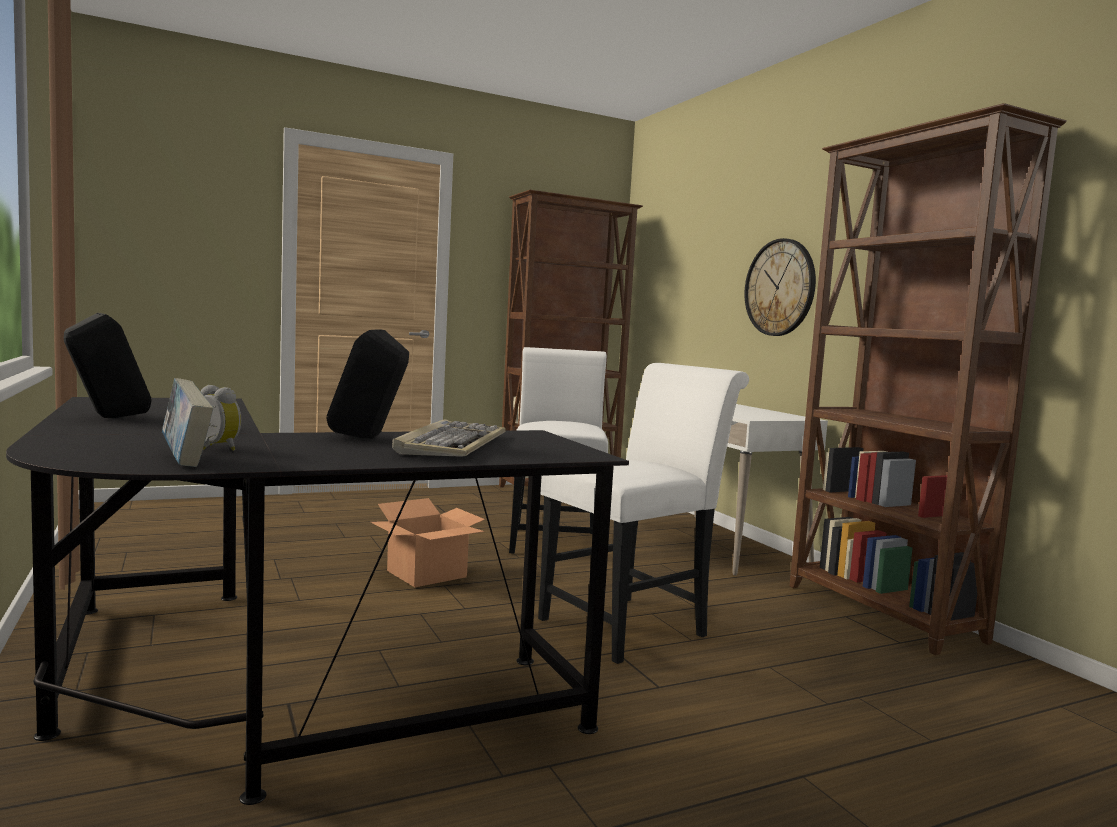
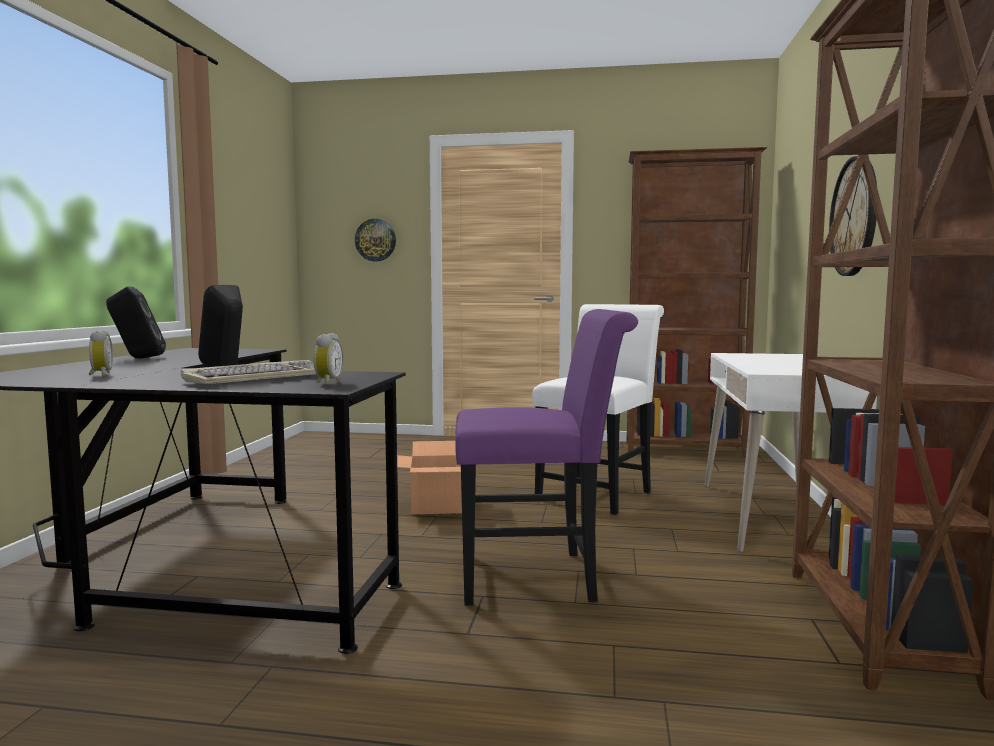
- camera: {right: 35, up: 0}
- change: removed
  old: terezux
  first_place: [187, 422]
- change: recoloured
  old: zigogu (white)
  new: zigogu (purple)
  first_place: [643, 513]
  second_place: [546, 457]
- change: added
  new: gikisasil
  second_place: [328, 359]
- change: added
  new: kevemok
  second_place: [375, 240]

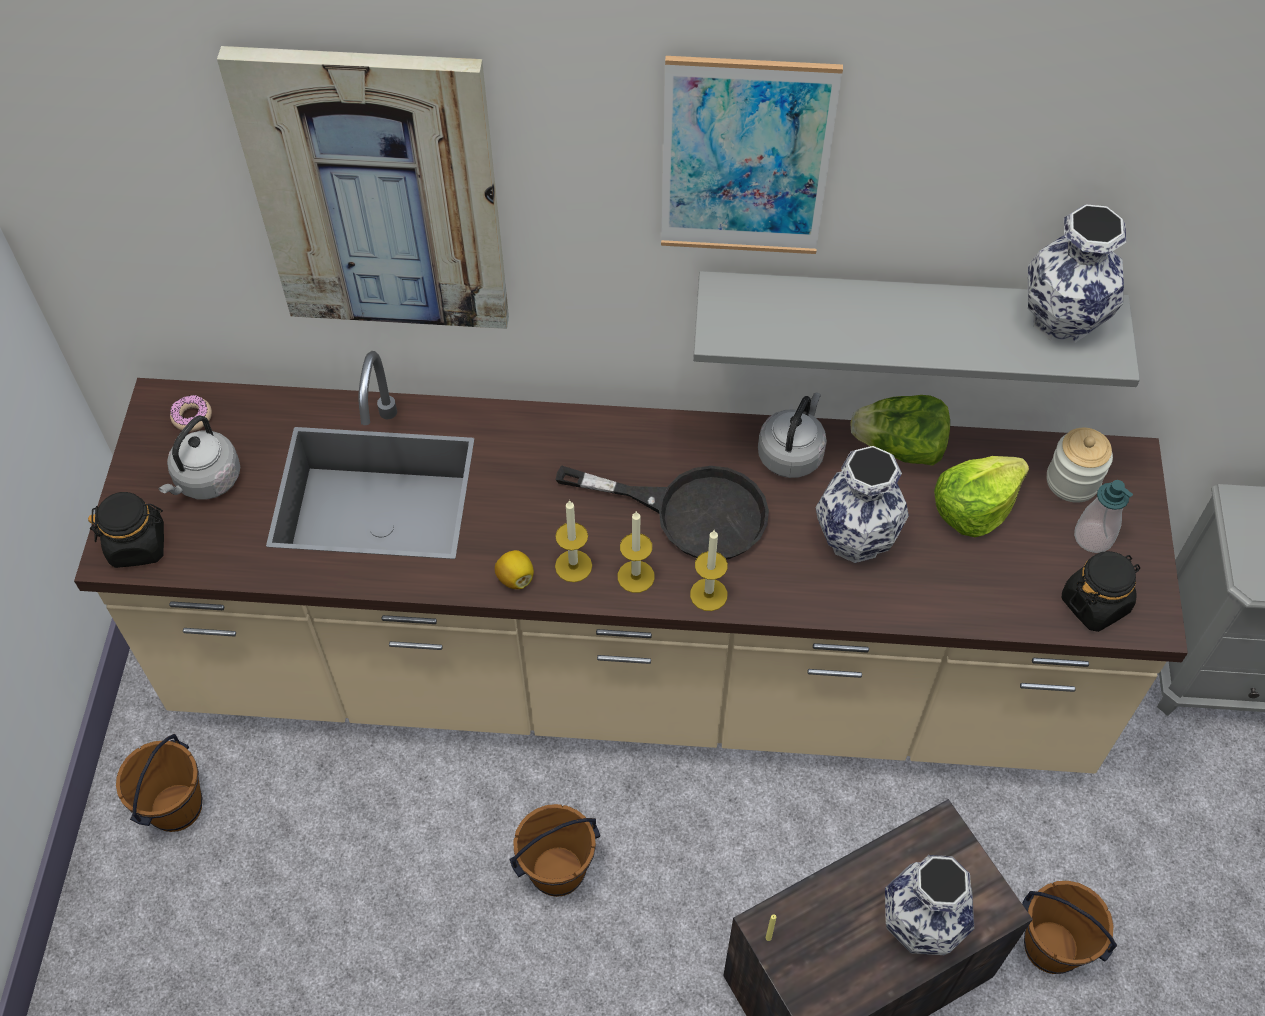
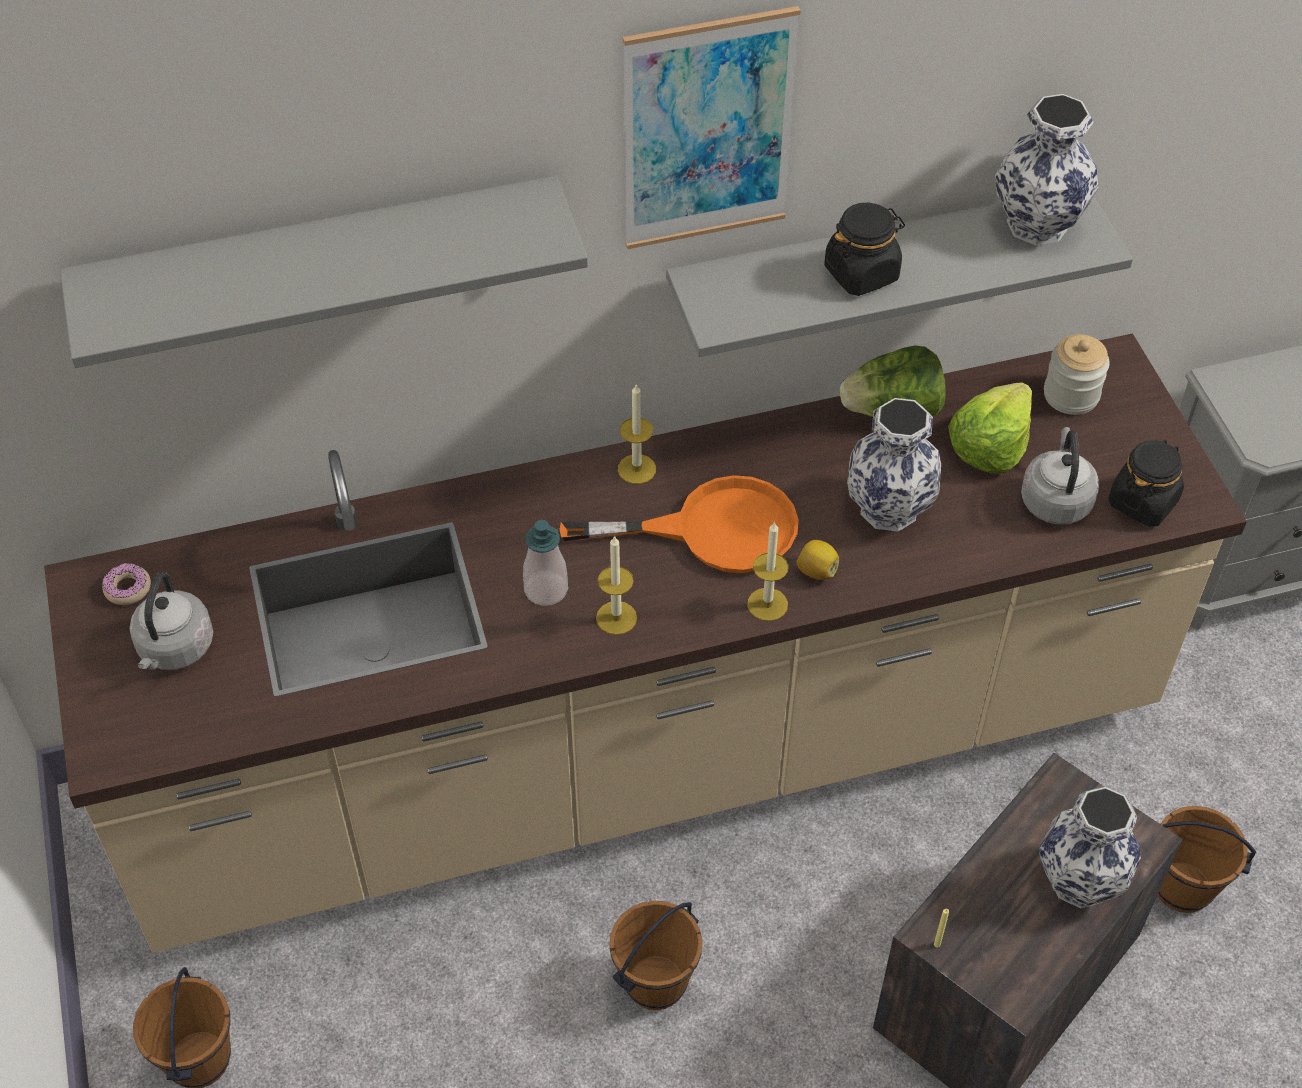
- camera: {right: -20, up: -5}
- change: moved
  old: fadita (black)
  first_place: [126, 530]
  second_place: [864, 249]
- change: replaced
  old: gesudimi
  new: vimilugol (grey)
  first_place: [363, 187]
  second_place: [324, 271]
- change: moved
  old: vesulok
  first_place: [514, 569]
  second_place: [818, 560]
- change: recoloured
  old: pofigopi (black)
  new: pofigopi (orange)
  first_place: [662, 512]
  second_place: [679, 524]
- change: moved
  old: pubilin
  first_place: [636, 552]
  second_place: [637, 434]
- change: moved
  old: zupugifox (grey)
  first_place: [792, 435]
  second_place: [1060, 476]
- change: moved
  old: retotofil
  first_place: [1103, 516]
  second_place: [545, 563]

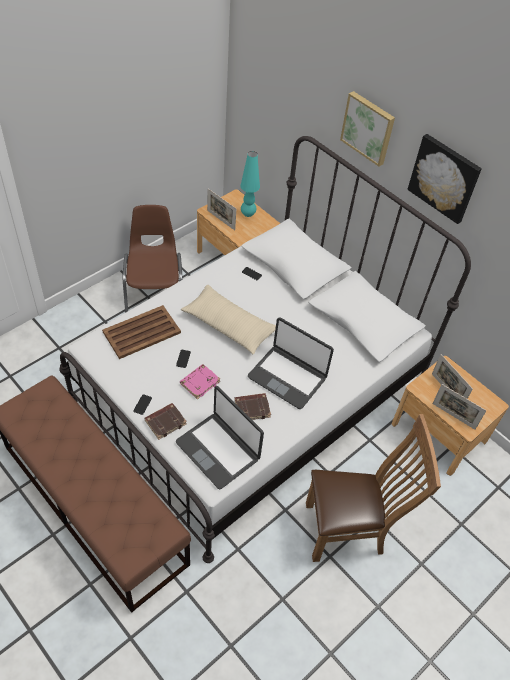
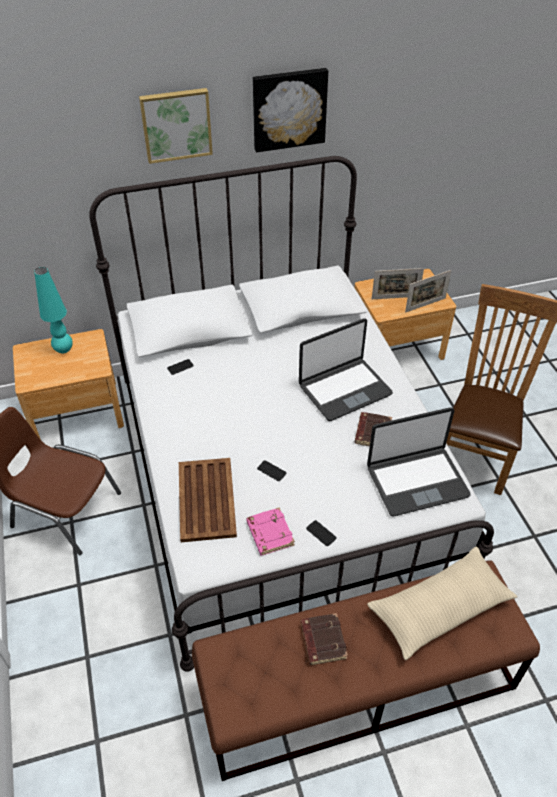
- camera: {right: -60, up: -5}
- change: moved
  old: terezux (brown)
  first_place: [165, 421]
  second_place: [324, 639]
- change: moved
  old: terezux (pink)
  first_place: [200, 381]
  second_place: [270, 531]
- change: moved
  old: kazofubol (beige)
  first_place: [228, 320]
  second_place: [442, 603]
- change: removed
  old: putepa
  first_place: [221, 209]

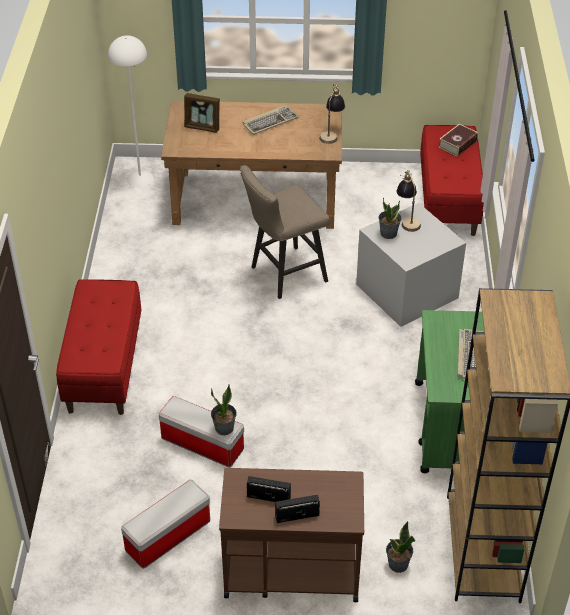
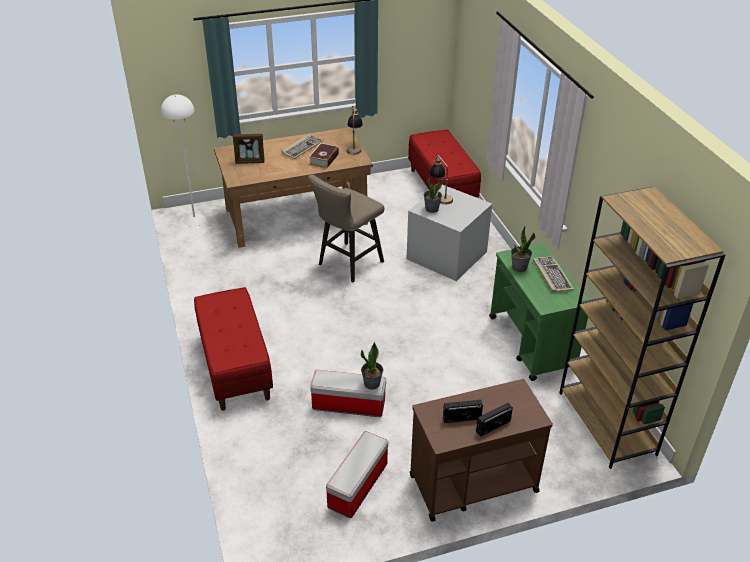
- camera: {right: -20, up: -5}
- change: moved
  old: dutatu
  first_place: [400, 547]
  second_place: [523, 249]
- change: moved
  old: terezux
  first_place: [458, 140]
  second_place: [324, 155]

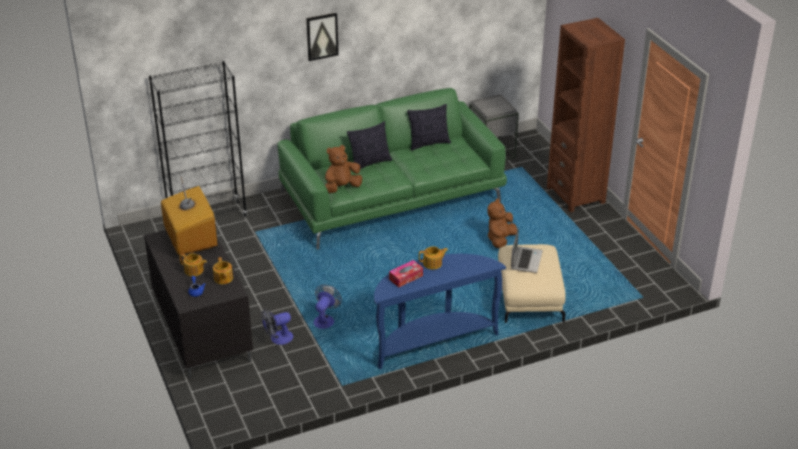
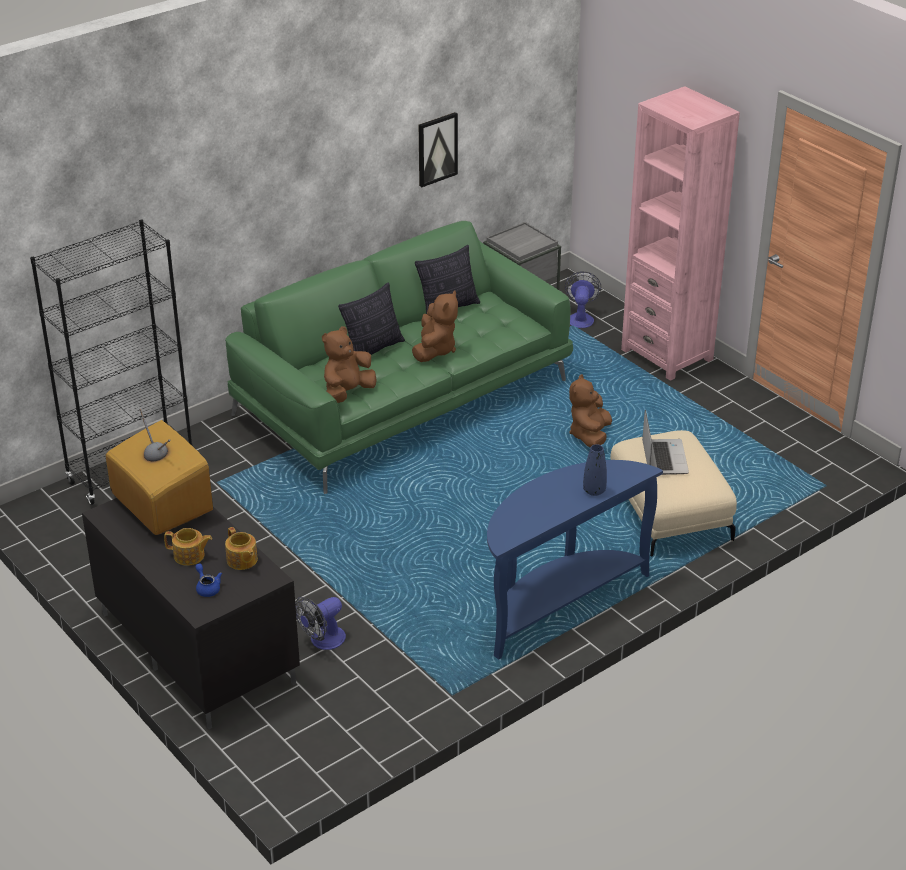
- camera: {right: -15, up: 0}
- change: moved
  old: gesudimi
  first_place: [322, 37]
  second_place: [438, 149]
- change: moved
  old: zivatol
  first_place: [328, 307]
  second_place: [583, 299]
- change: removed
  old: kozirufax
  first_place: [406, 273]
- change: removed
  old: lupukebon
  first_place: [433, 258]
- change: recoloured
  old: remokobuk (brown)
  new: remokobuk (pink)
  first_place: [586, 115]
  second_place: [680, 233]
- change: added
  new: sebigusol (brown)
  second_place: [435, 326]
- change: added
  new: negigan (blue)
  second_place: [595, 470]

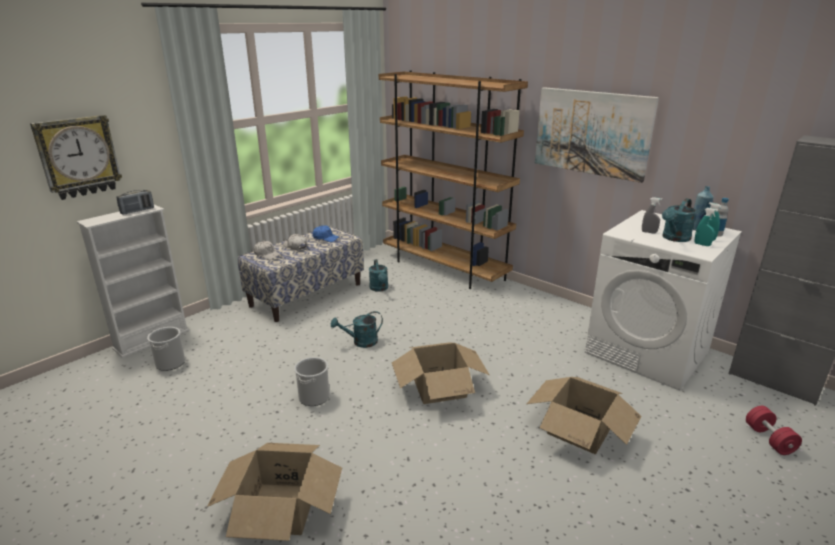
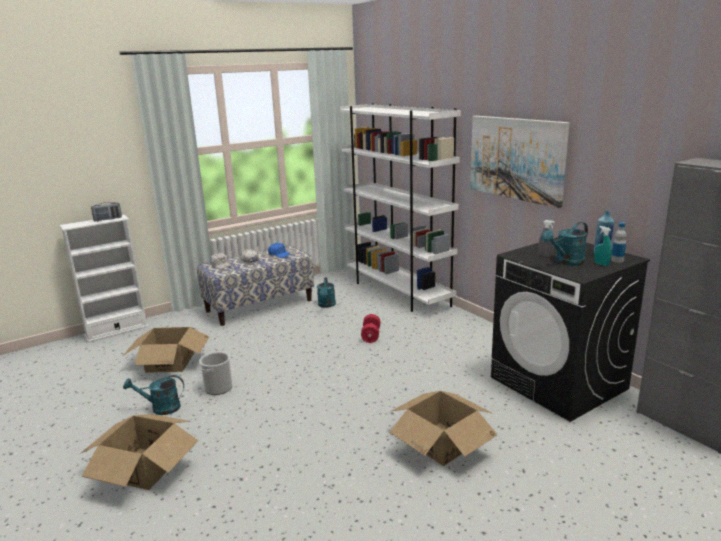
- camera: {right: 15, up: -5}
- change: removed
  old: kevemok
  first_place: [76, 157]
- change: removed
  old: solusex
  first_place: [166, 349]
- change: moved
  old: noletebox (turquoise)
  first_place: [357, 329]
  second_place: [153, 395]
- change: recoloured
  old: remokobuk (brown)
  new: remokobuk (white)
  first_place: [453, 180]
  second_place: [400, 207]
- change: moved
  old: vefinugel
  first_place: [440, 373]
  second_place: [166, 350]
- change: recoloured
  old: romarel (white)
  new: romarel (black)
  first_place: [663, 300]
  second_place: [570, 329]
- change: removed
  old: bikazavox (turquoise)
  first_place: [706, 227]
- change: moved
  old: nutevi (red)
  first_place: [774, 430]
  second_place: [370, 328]

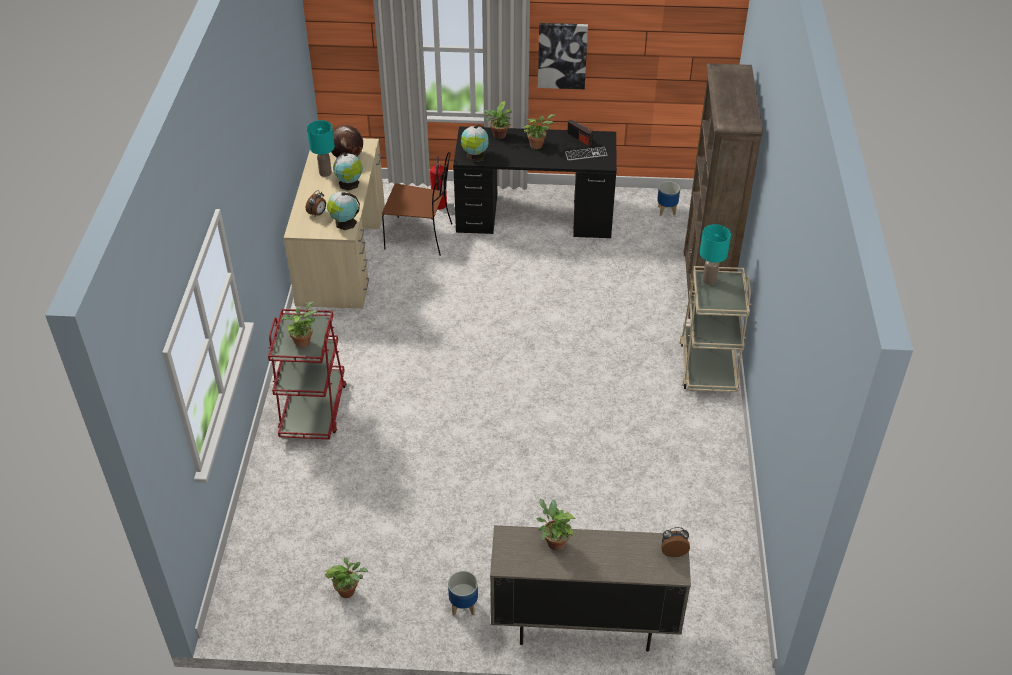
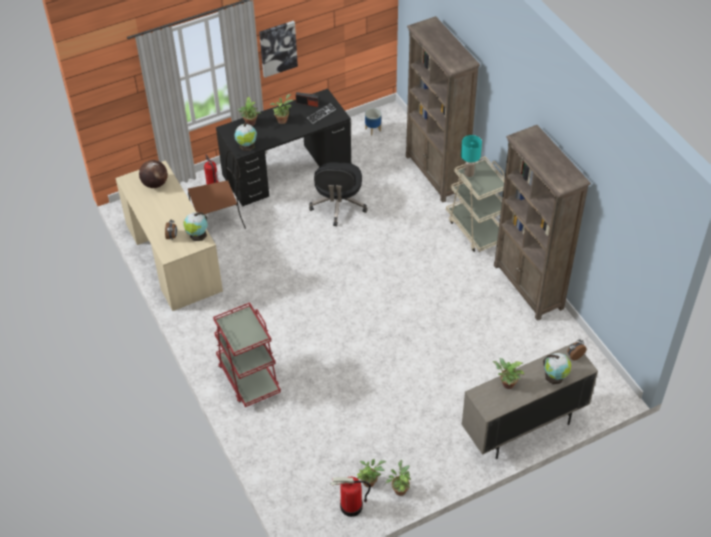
- camera: {right: -30, up: 5}
- change: moved
  old: dutatu
  first_place: [299, 324]
  second_place: [398, 478]
- change: removed
  old: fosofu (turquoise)
  first_place: [321, 148]
- change: moved
  old: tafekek
  first_place: [348, 171]
  second_place: [557, 368]
- change: removed
  old: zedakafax
  first_place: [463, 593]
- change: added
  new: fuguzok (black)
  second_place: [338, 194]
- change: added
  new: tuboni
  second_place: [350, 497]
- change: added
  new: remokobuk (brown)
  second_place: [542, 223]

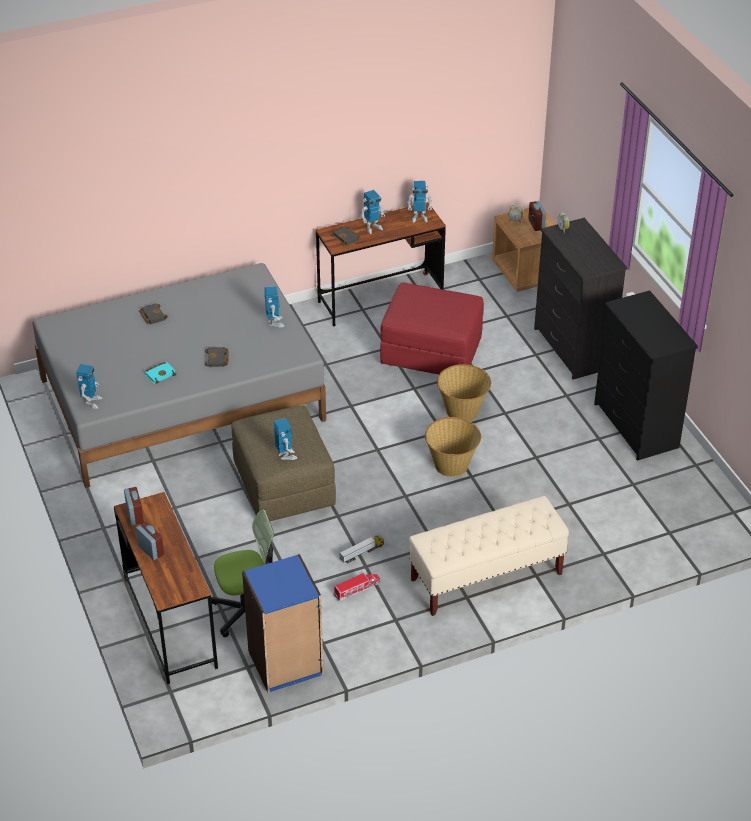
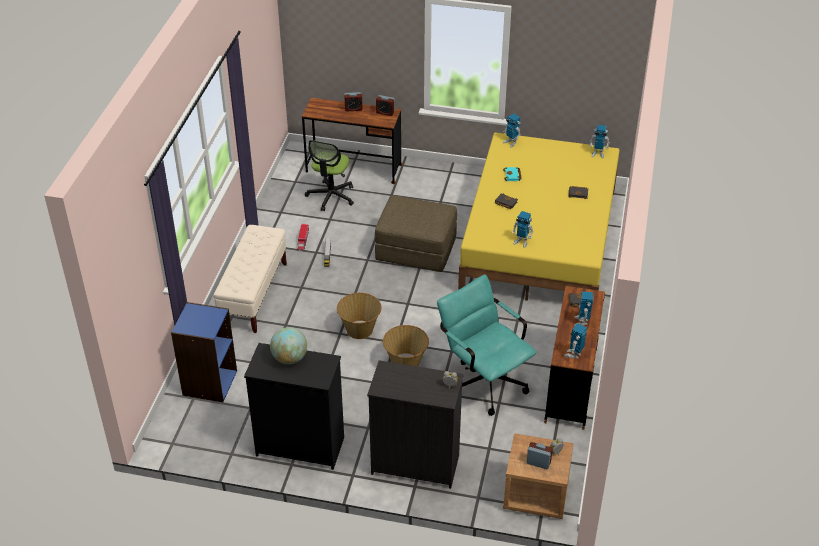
- camera: {right: 125, up: 0}
- change: recoloured
  old: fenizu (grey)
  new: fenizu (yellow)
  first_place: [179, 375]
  second_place: [539, 217]
- change: moved
  old: remokobuk (blue)
  first_place: [283, 623]
  second_place: [204, 352]
- change: moved
  old: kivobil
  first_place: [285, 439]
  second_place: [600, 141]
- change: replaced
  old: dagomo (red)
  new: fuguzok (turquoise)
  first_place: [432, 328]
  second_place: [487, 345]
- change: added
  new: tafekek
  second_place: [288, 345]

